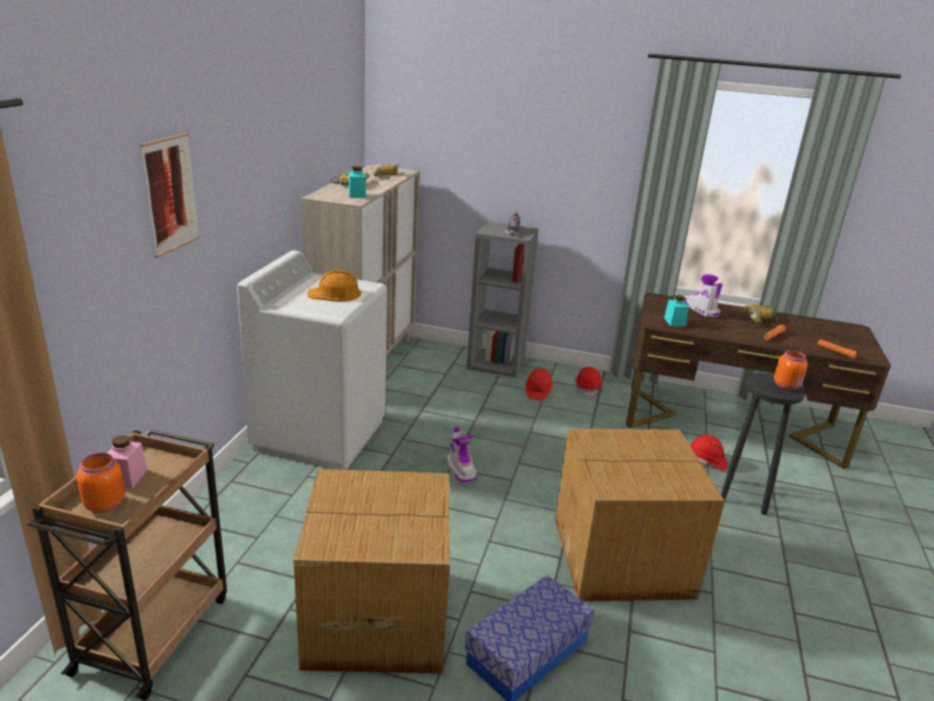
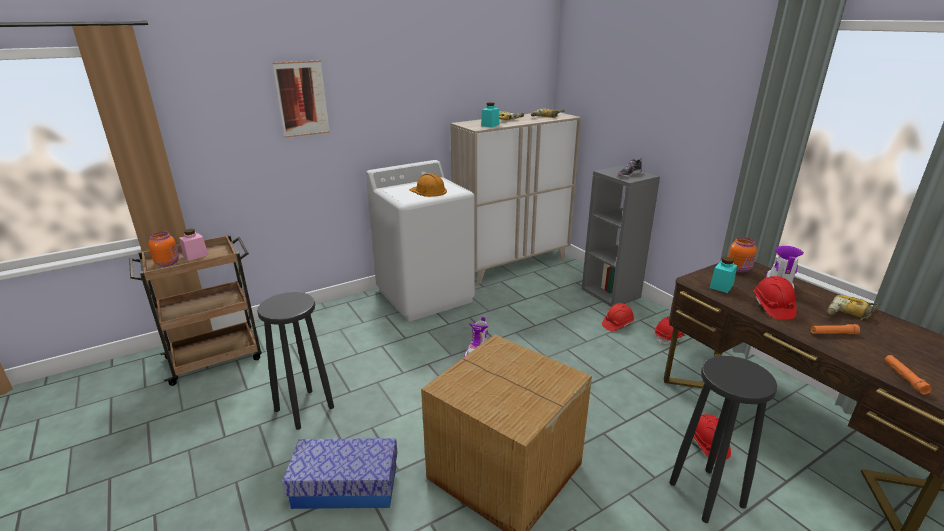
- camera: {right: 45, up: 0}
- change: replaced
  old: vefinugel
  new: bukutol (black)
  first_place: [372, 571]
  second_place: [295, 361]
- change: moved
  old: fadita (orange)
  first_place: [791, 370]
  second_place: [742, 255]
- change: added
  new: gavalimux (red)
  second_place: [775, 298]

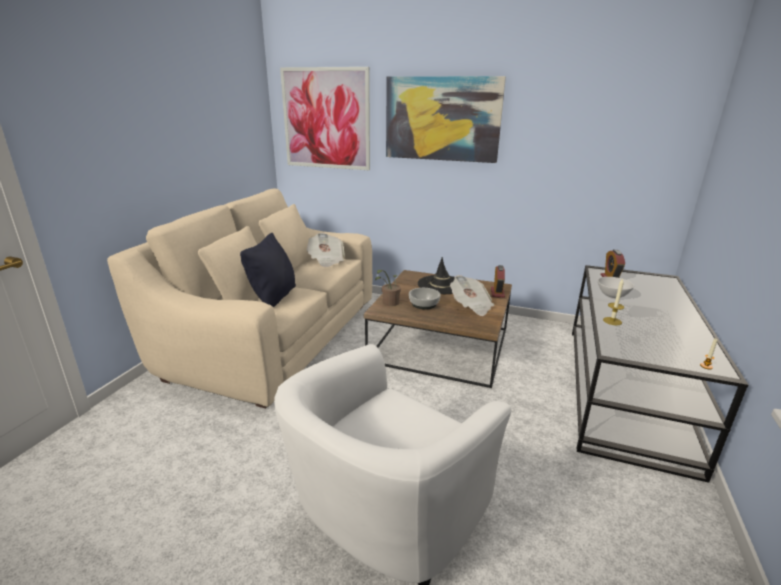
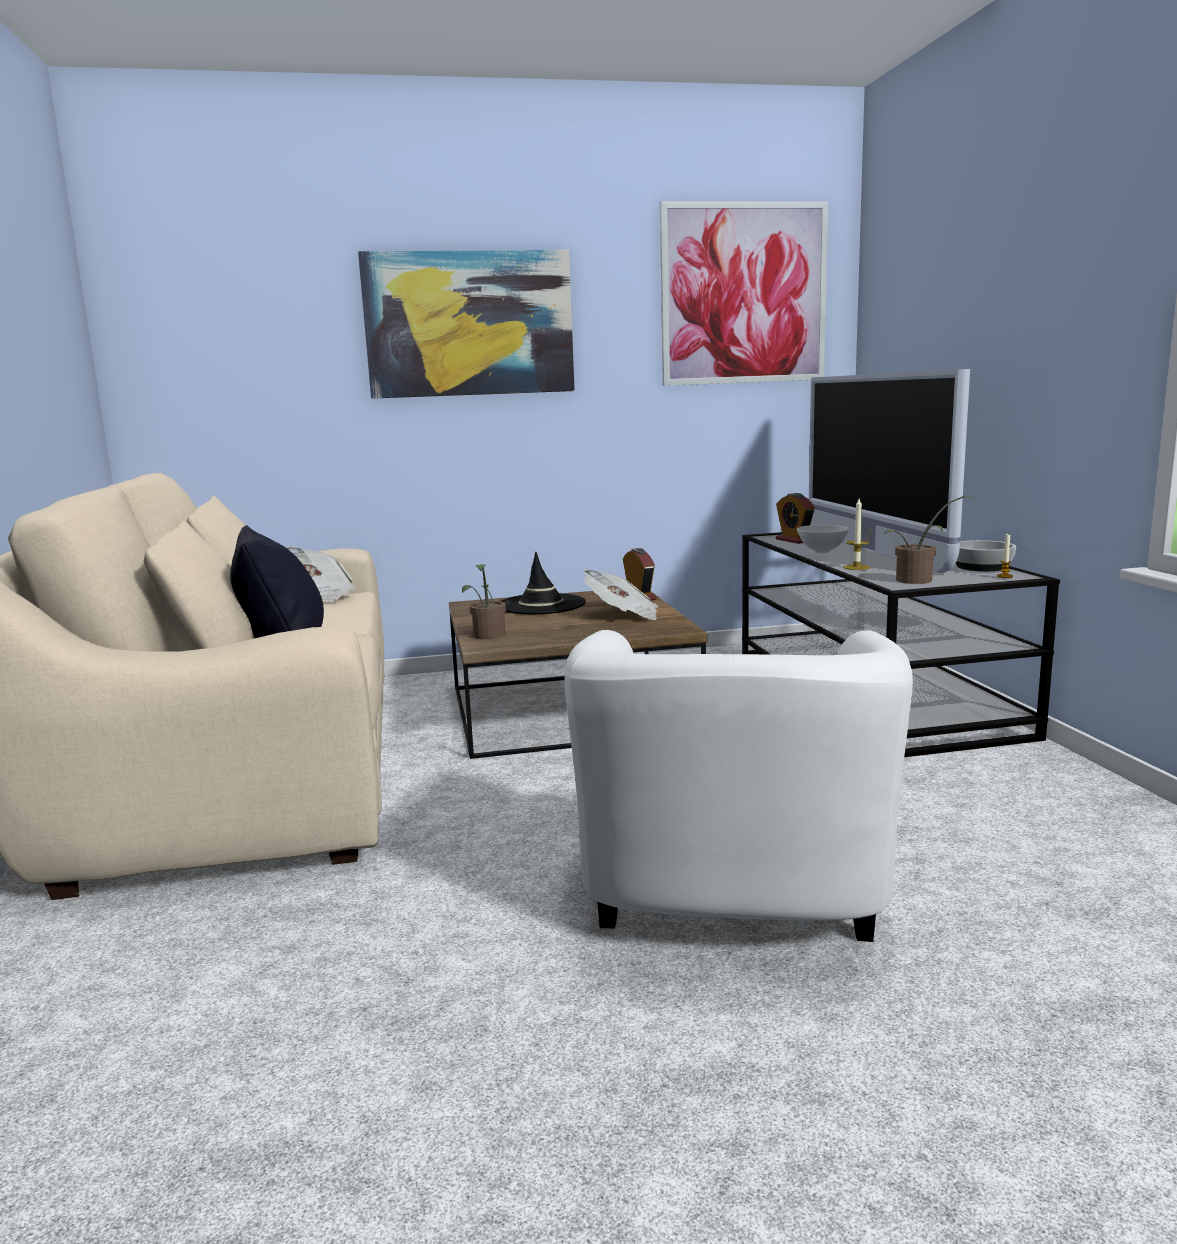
- camera: {right: -30, up: -10}
- change: moved
  old: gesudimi
  first_place: [325, 118]
  second_place: [744, 293]
- change: moved
  old: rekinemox
  first_place: [425, 299]
  second_place: [986, 555]
- change: added
  new: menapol
  second_place: [889, 471]
- change: added
  new: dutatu
  second_place: [930, 540]

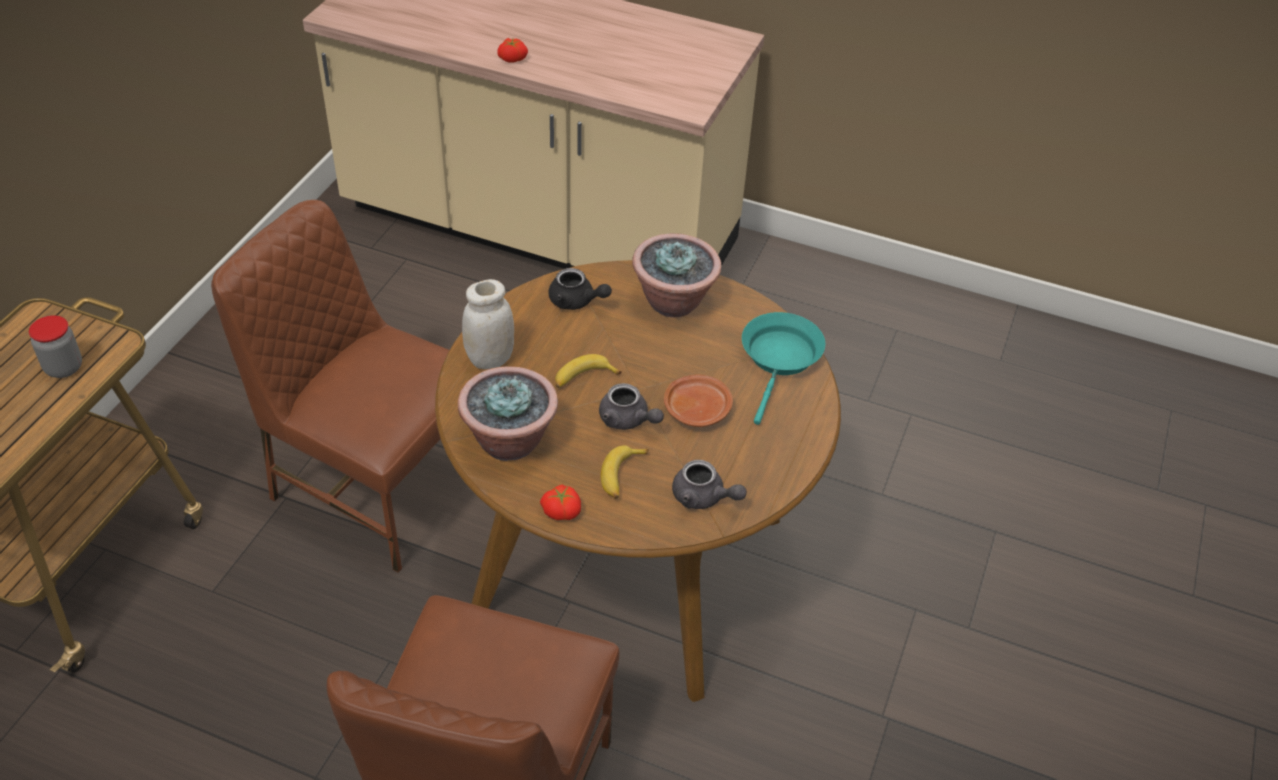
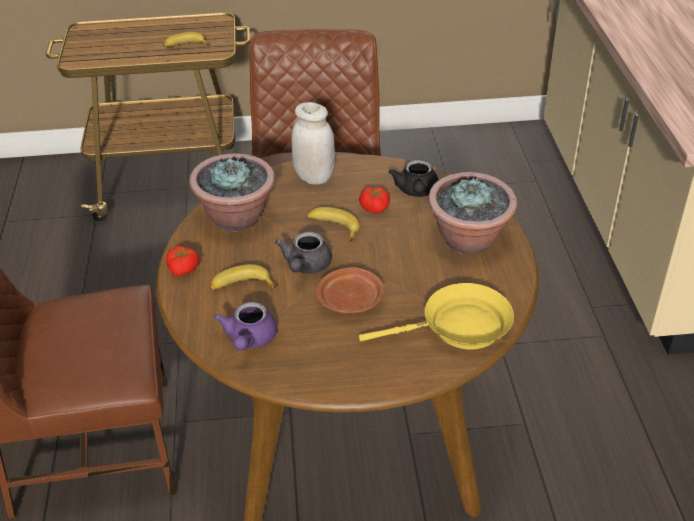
- camera: {right: 65, up: -5}
- change: replaced
  old: fadita
  new: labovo
  first_place: [55, 346]
  second_place: [186, 39]
- change: moved
  old: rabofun
  first_place: [512, 50]
  second_place: [374, 200]
- change: recoloured
  old: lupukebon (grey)
  new: lupukebon (purple)
  first_place: [709, 484]
  second_place: [245, 326]
- change: recoloured
  old: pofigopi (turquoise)
  new: pofigopi (yellow)
  first_place: [783, 368]
  second_place: [436, 316]

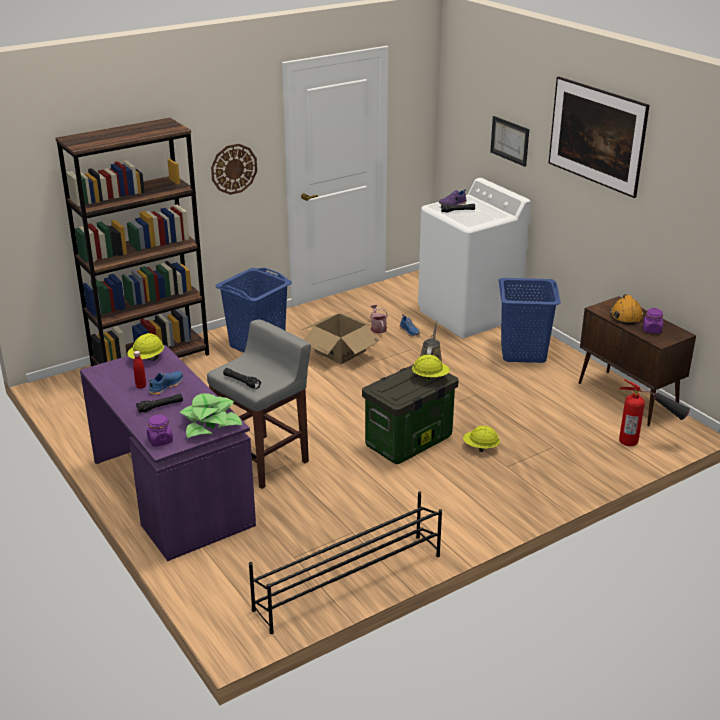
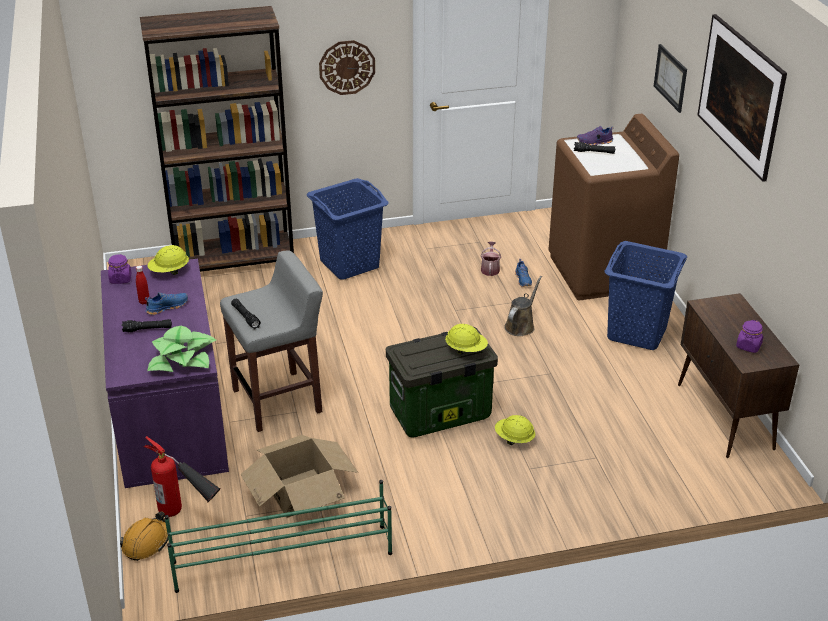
- camera: {right: 20, up: 5}
- change: moved
  old: fadita (purple)
  first_place: [160, 430]
  second_place: [119, 269]
- change: recoloured
  old: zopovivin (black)
  new: zopovivin (green)
  first_place: [345, 562]
  second_place: [278, 536]
- change: moved
  old: vefinugel
  first_place: [341, 338]
  second_place: [299, 476]
- change: recoloured
  old: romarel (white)
  new: romarel (brown)
  first_place: [474, 258]
  second_place: [614, 207]
- change: moved
  old: gavalimux (orange)
  first_place: [627, 309]
  second_place: [144, 536]
- change: moved
  old: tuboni
  first_place: [654, 412]
  second_place: [182, 476]

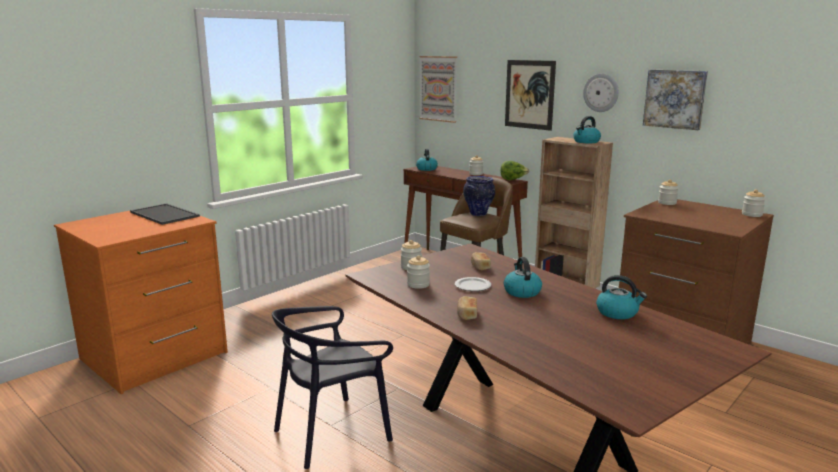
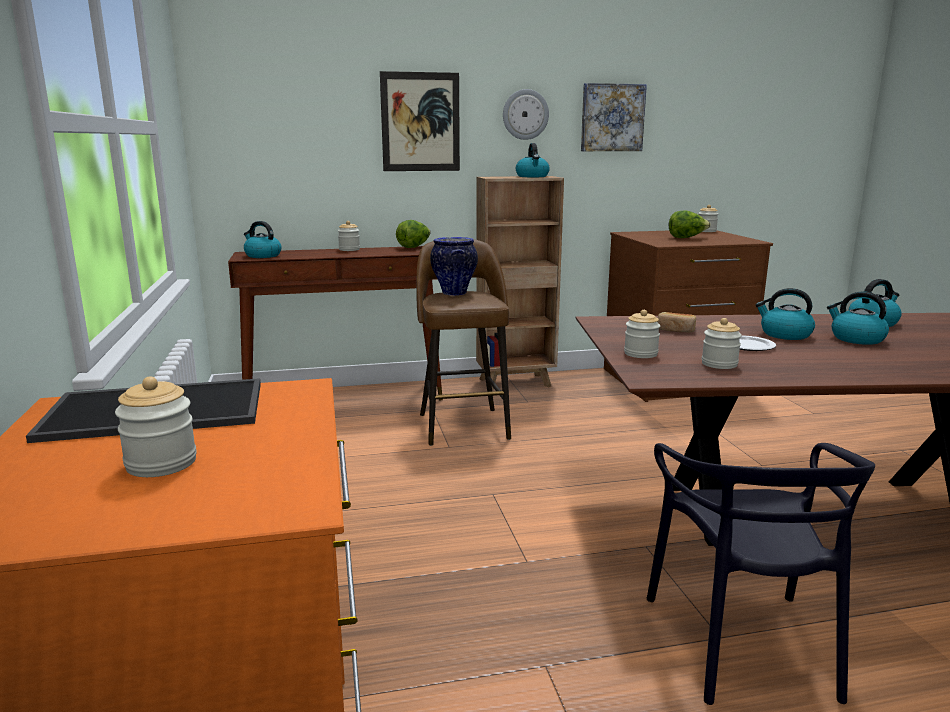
- camera: {right: -55, up: 0}
- change: removed
  old: gesudimi
  first_place: [438, 89]
- change: removed
  old: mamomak
  first_place: [467, 308]
- change: moved
  old: fadita
  first_place: [668, 192]
  second_place: [156, 426]
- change: added
  new: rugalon
  second_place: [690, 224]
- change: added
  new: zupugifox
  second_place: [858, 318]

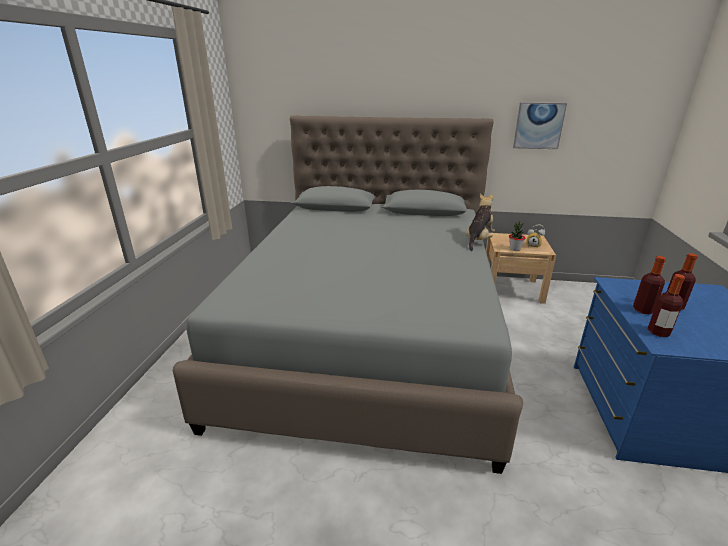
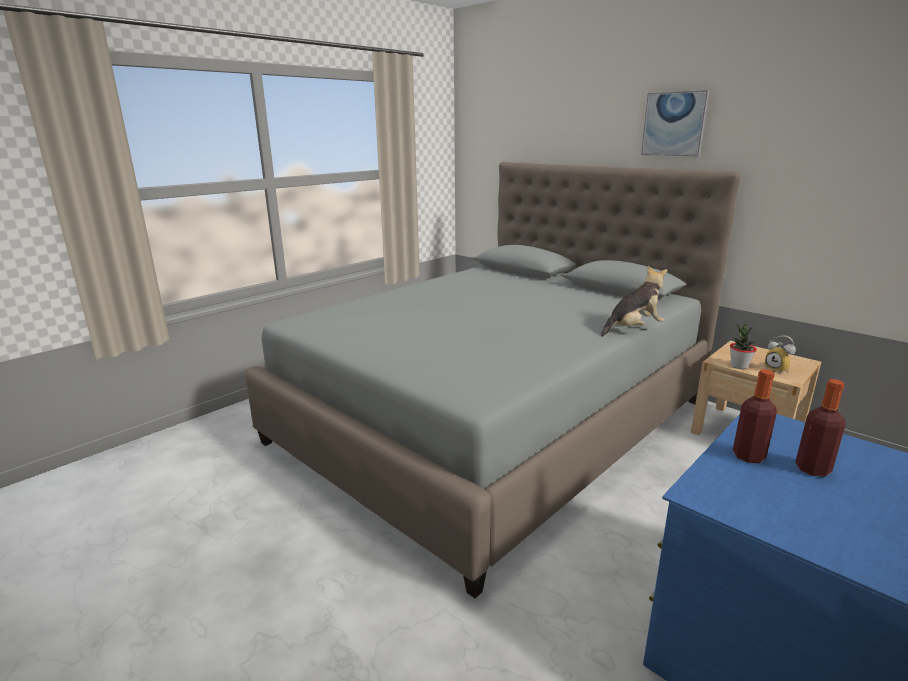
- camera: {right: 35, up: -5}
- change: moved
  old: gesudimi
  first_place: [540, 125]
  second_place: [675, 123]
- change: removed
  old: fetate
  first_place: [666, 305]

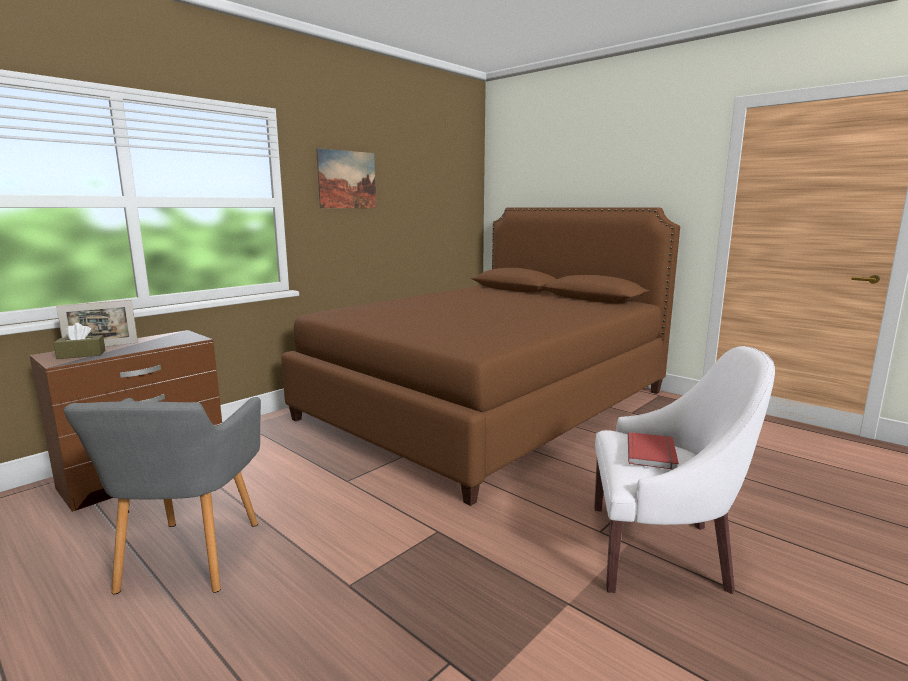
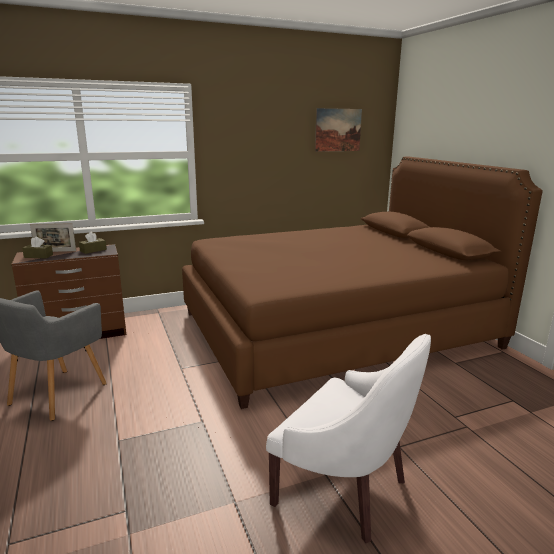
- camera: {right: 25, up: 5}
- change: moved
  old: gesudimi
  first_place: [346, 178]
  second_place: [338, 130]
- change: removed
  old: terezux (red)
  first_place: [653, 451]
- change: added
  new: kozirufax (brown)
  second_place: [93, 243]

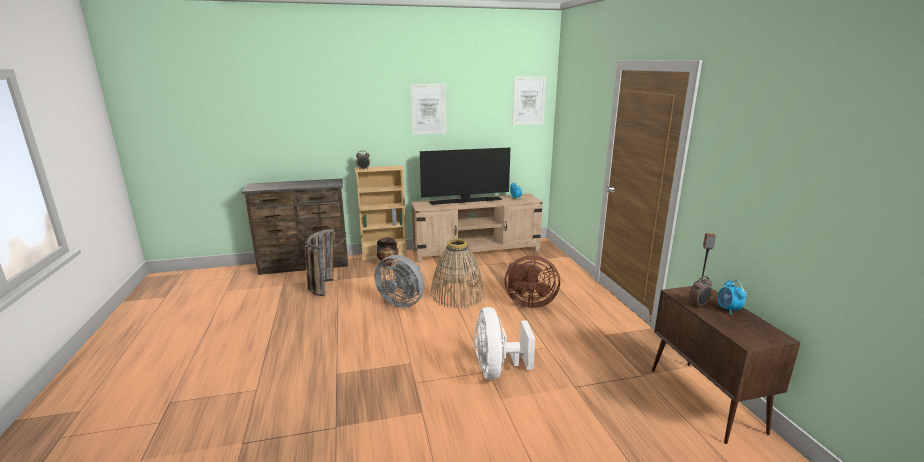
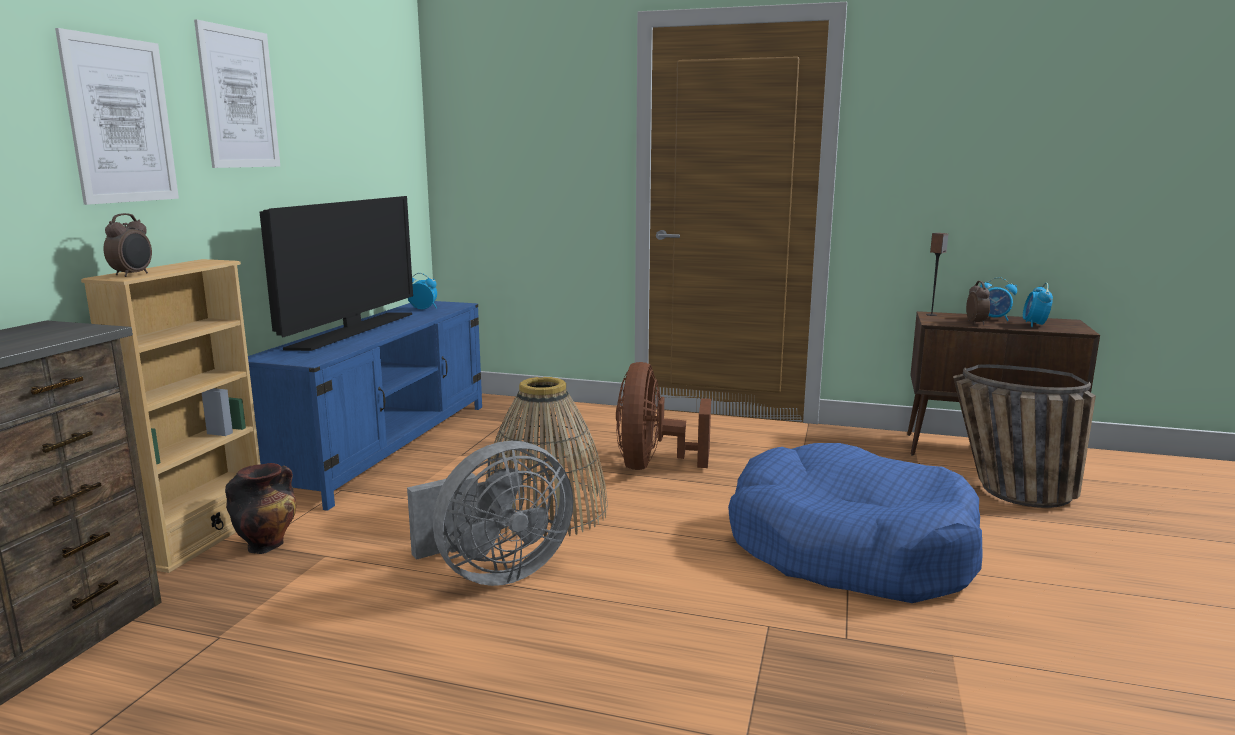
- camera: {right: -60, up: -5}
- change: moved
  old: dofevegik
  first_place: [326, 262]
  second_place: [1024, 436]
- change: recoloured
  old: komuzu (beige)
  new: komuzu (blue)
  first_place: [477, 228]
  second_place: [365, 406]
- change: replaced
  old: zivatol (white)
  new: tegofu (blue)
  first_place: [504, 343]
  second_place: [855, 523]
- change: turned
  old: zivatol (brown)
  first_place: [532, 282]
  second_place: [663, 416]
  degrees: 150
- change: moved
  old: gesudimi
  first_place: [529, 100]
  second_place: [117, 116]
- change: added
  new: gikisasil
  second_place: [1038, 305]

